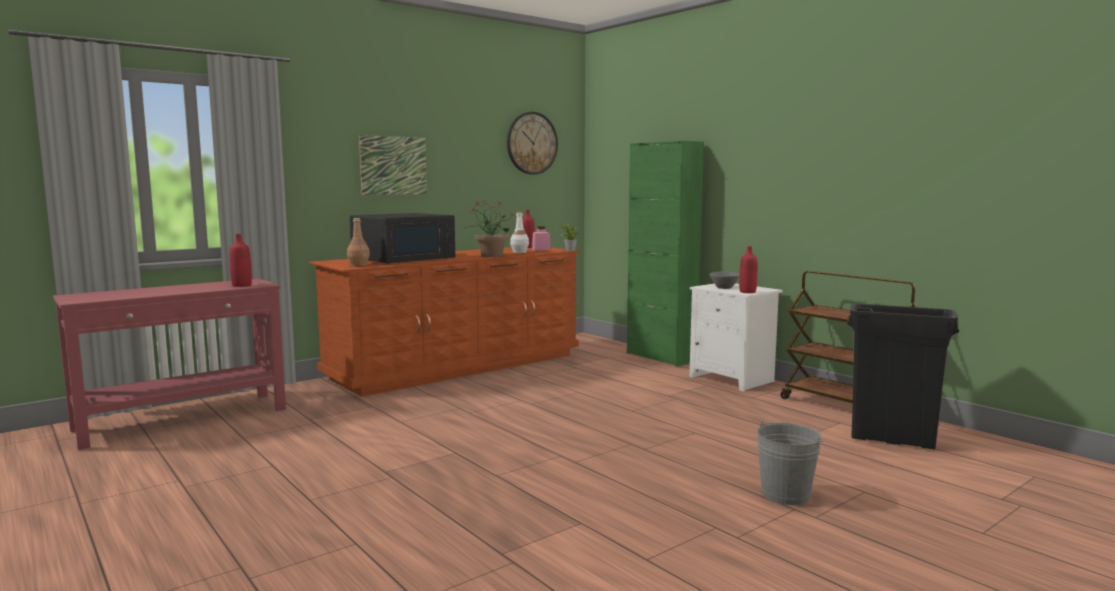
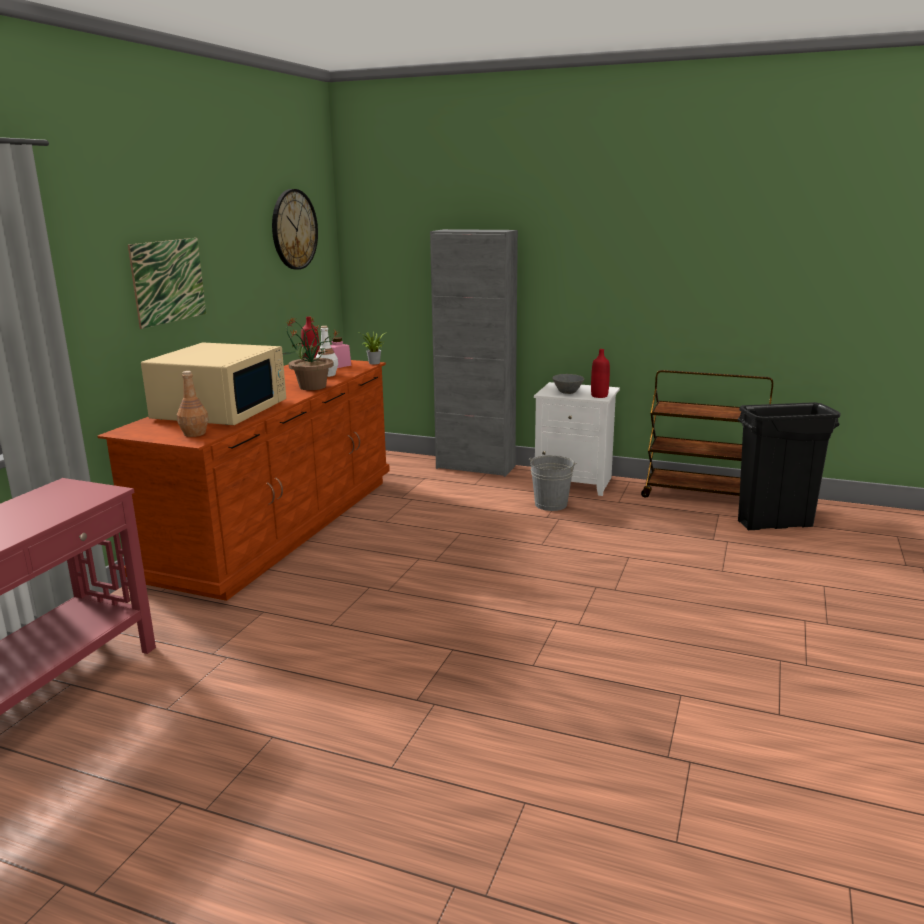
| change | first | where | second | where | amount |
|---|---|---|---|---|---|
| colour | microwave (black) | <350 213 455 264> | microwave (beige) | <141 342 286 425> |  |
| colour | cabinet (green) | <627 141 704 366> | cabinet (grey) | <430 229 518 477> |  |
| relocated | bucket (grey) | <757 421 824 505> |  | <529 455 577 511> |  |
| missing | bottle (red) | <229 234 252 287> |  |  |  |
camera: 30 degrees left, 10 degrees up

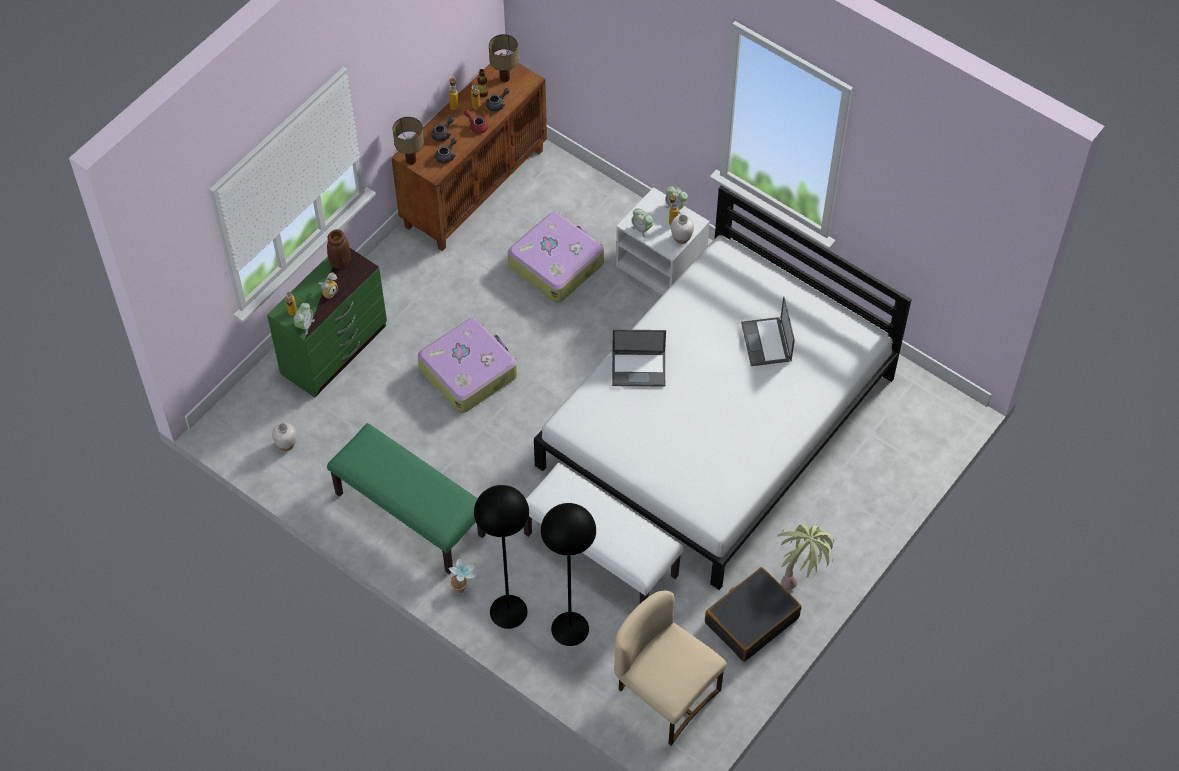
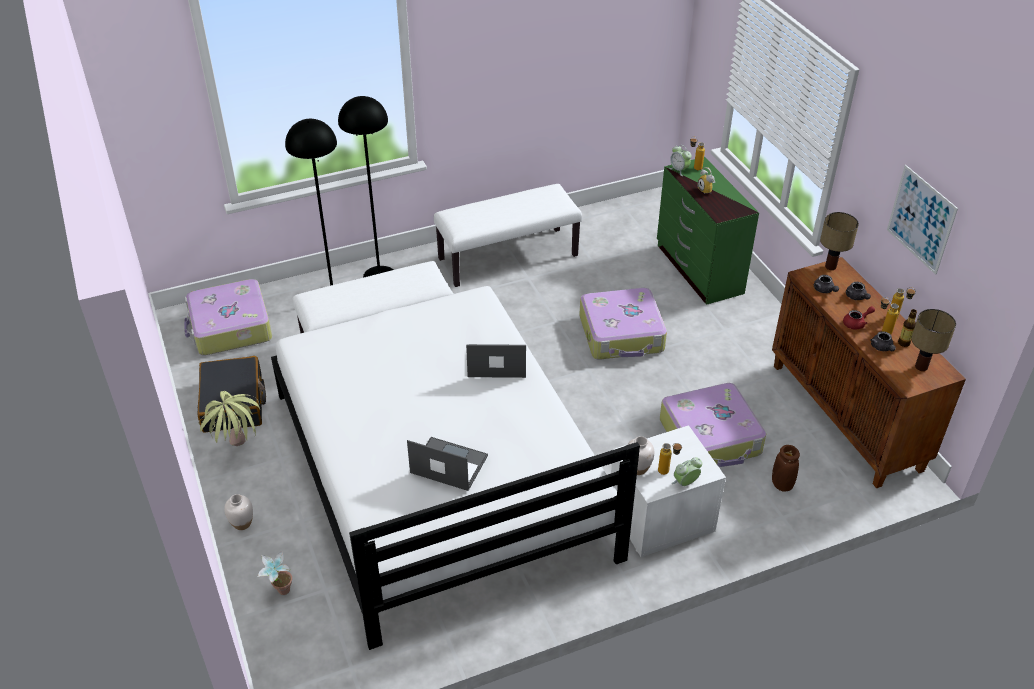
| change | first | where | second | where | amount |
|---|---|---|---|---|---|
| exchanged | chair (beige) | <614 591 727 746> | suitcase | <184 279 272 355> |  |
| relocated | vase (white) | <272 423 296 451> |  | <224 494 253 530> |  |
| relocated | potted plant | <448 558 477 594> |  | <258 551 292 595> |  |
| colour | bench (green) | <327 423 486 574> | bench (white) | <434 184 582 287> |  |
| spun | laptop | <612 329 666 387> |  | <466 344 526 378> | 60 degrees clockwise |
| relocated | vase (brown) | <327 229 351 269> |  | <772 445 800 492> |  |
| appeared |  |  | picture | <887 165 958 275> |  |
| missing | alarm clock | <631 208 653 238> |  |  |  |
camera: 120 degrees right, 15 degrees down

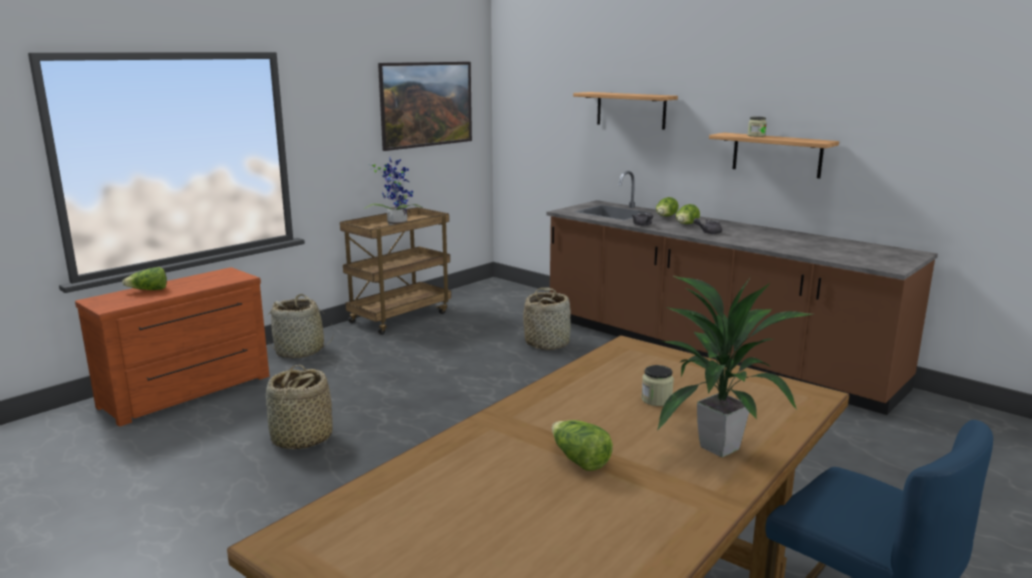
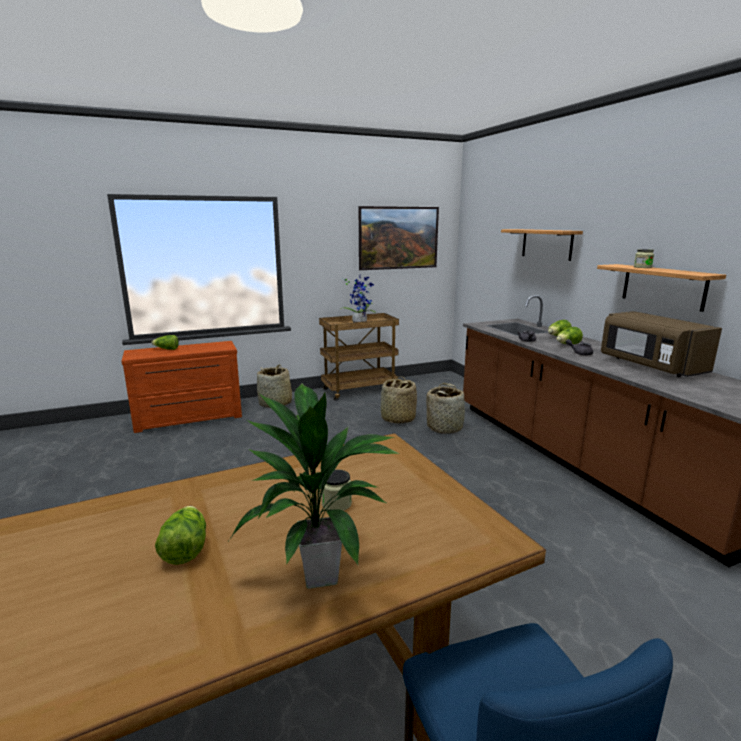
| change | first | where | second | where | amount |
|---|---|---|---|---|---|
| relocated | basket | <266 365 333 449> |  | <381 376 417 424> |  |
| appeared |  |  | microwave (brown) | <601 311 722 377> |  |
camera: 25 degrees right, 0 degrees up

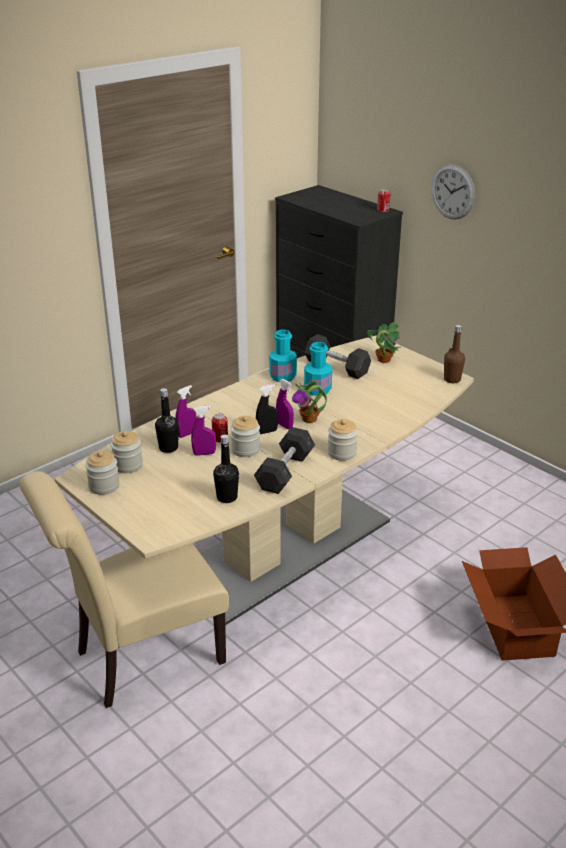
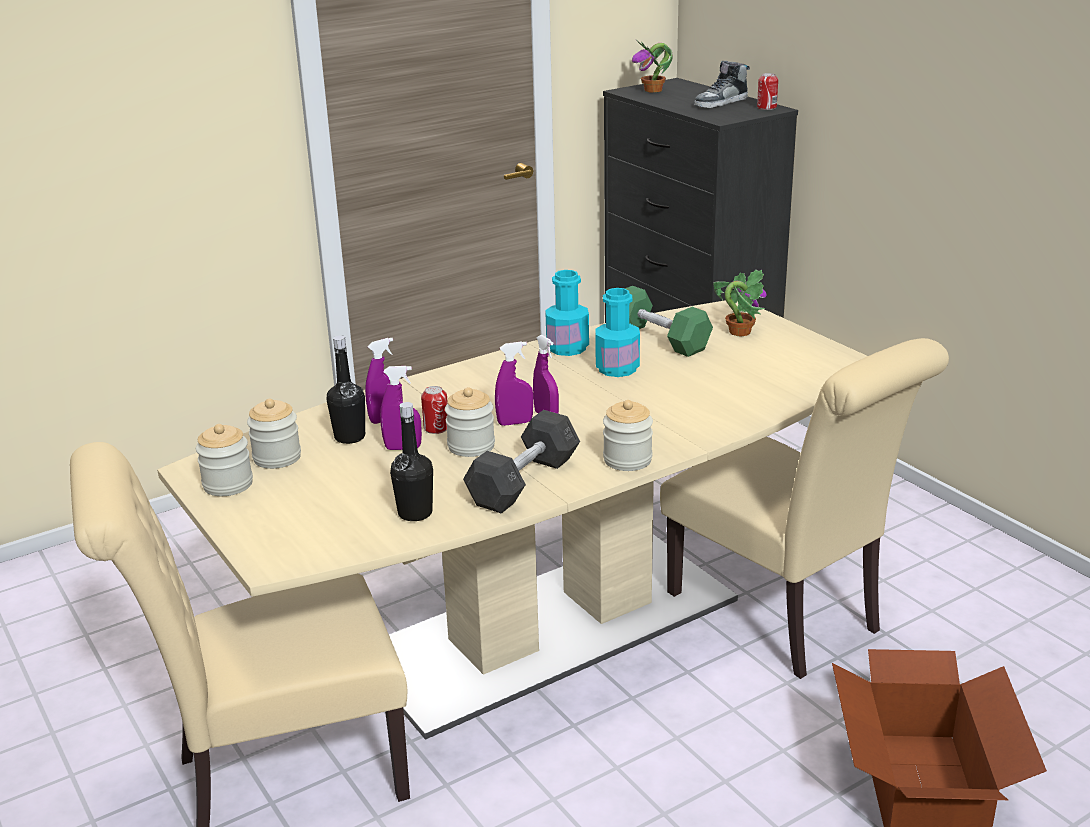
| change | first | where | second | where | amount |
|---|---|---|---|---|---|
| colour | spray bottle (black) | <256 384 278 434> | spray bottle (purple) | <495 341 533 426> |  |
| colour | dumbbell (grey) | <305 334 371 379> | dumbbell (green) | <625 286 713 357> |  |
| relocated | potted plant | <292 381 327 423> |  | <632 40 672 93> |  |
| appeared |  |  | chair (beige) | <660 338 949 679> |  |
| appeared |  |  | shoe | <694 61 750 108> |  |
| missing | wall clock | <431 164 475 220> |  |  |  |
| missing | bottle (brown) | <444 325 465 383> |  |  |  |
camera: 10 degrees right, 5 degrees down

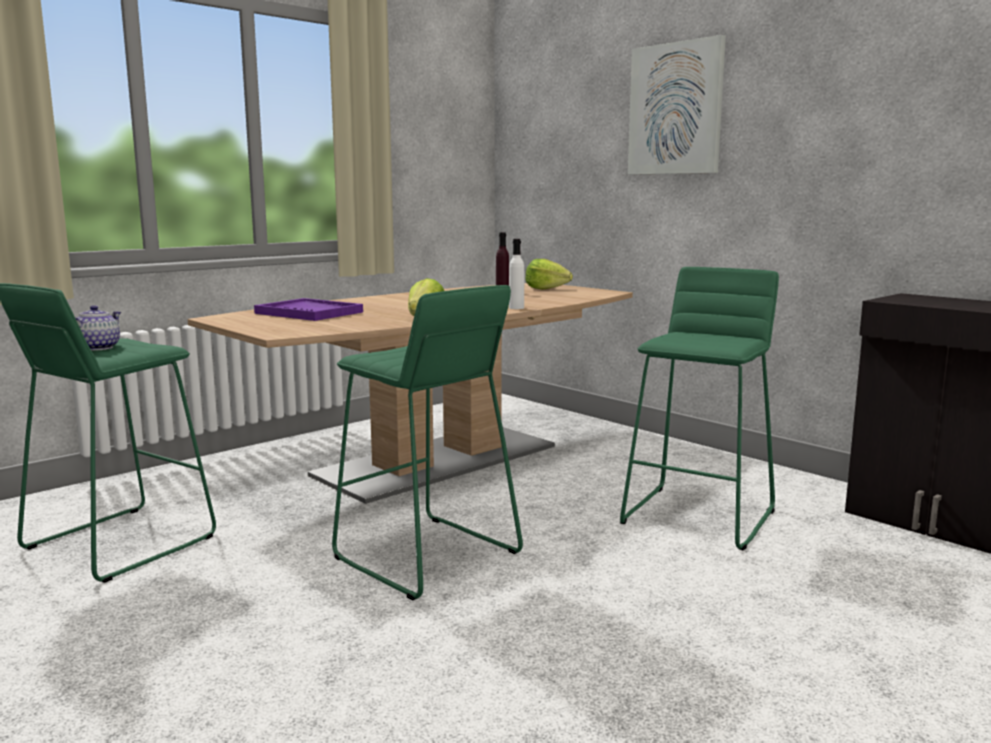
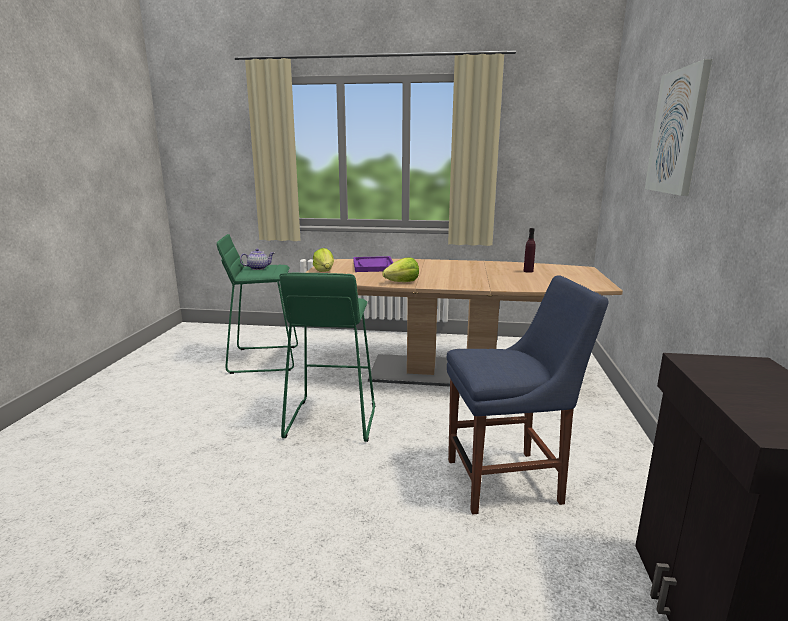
| change | first | where | second | where | amount |
|---|---|---|---|---|---|
| relocated | lettuce | <526 259 573 290> |  | <313 248 334 272> |  |
| exchanged | stool (green) | <620 267 779 551> | chair (blue) | <447 275 609 515> |  |
| missing | bottle (white) | <509 239 524 309> |  |  |  |
camera: 50 degrees right, 5 degrees up

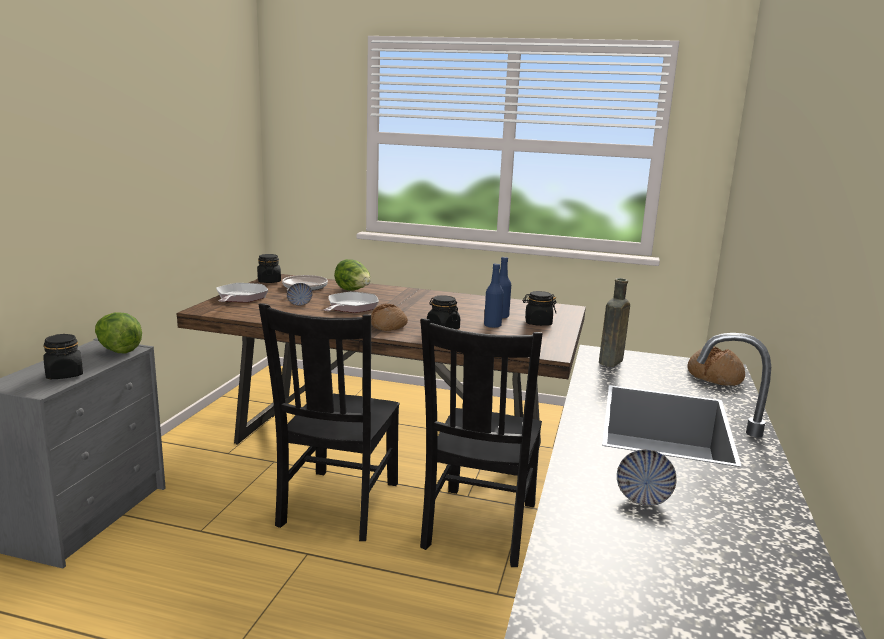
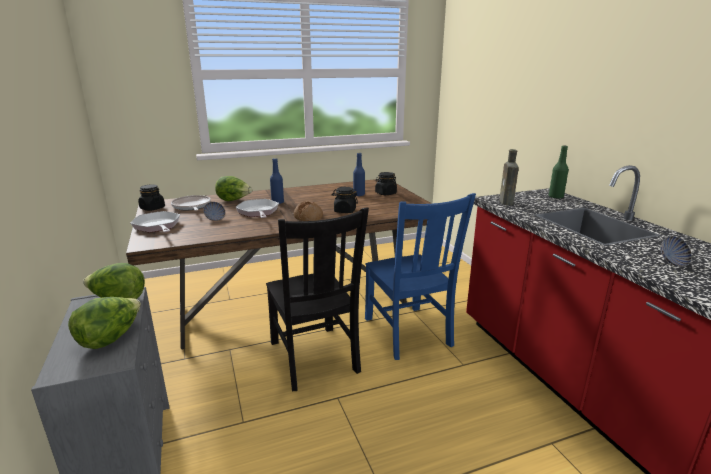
| change | first | where | second | where | amount |
|---|---|---|---|---|---|
| exchanged | jar (black) | <43 334 83 379> | lettuce | <68 297 141 349> |  |
| relocated | bottle (blue) | <484 263 504 328> |  | <270 158 284 204> |  |
| colour | chair (black) | <420 318 542 567> | chair (blue) | <365 193 476 360> |  |
| exchanged | bread | <688 347 745 386> | bottle (green) | <549 146 569 199> |  |
camera: 35 degrees left, 5 degrees up

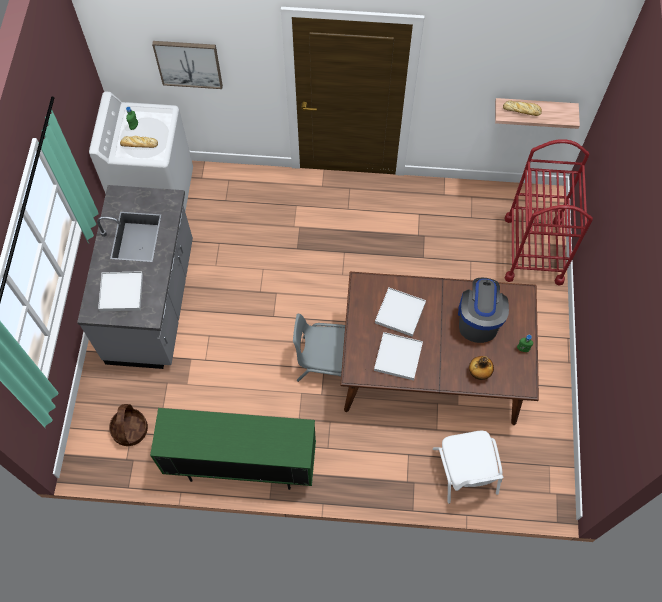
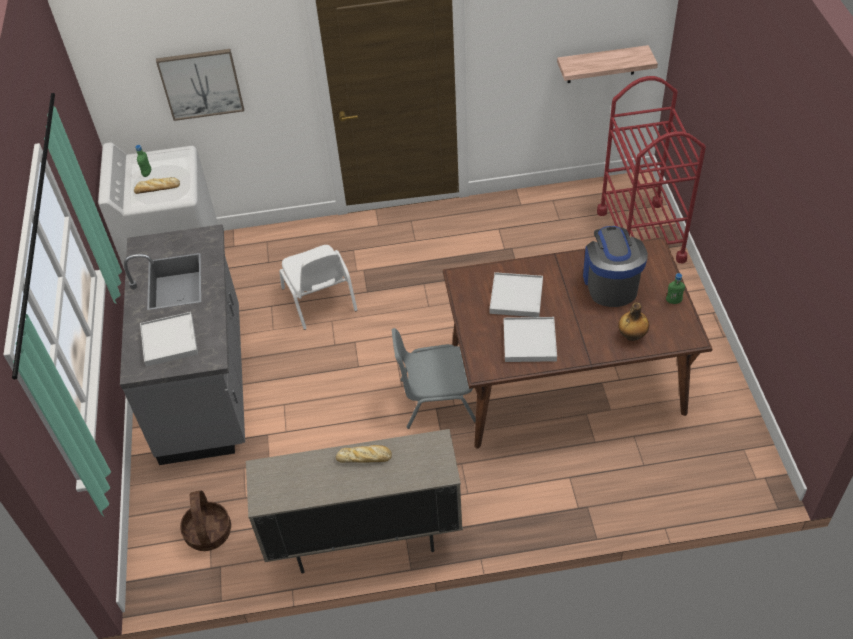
| change | first | where | second | where | amount |
|---|---|---|---|---|---|
| colour | cabinet (green) | <150 408 316 490> | cabinet (beige) | <246 429 463 574> |  |
| relocated | chair (white) | <433 431 504 504> |  | <279 245 357 330> |  |
| relocated | bread | <503 100 542 116> |  | <336 445 392 463> |  |
camera: 10 degrees left, 15 degrees down

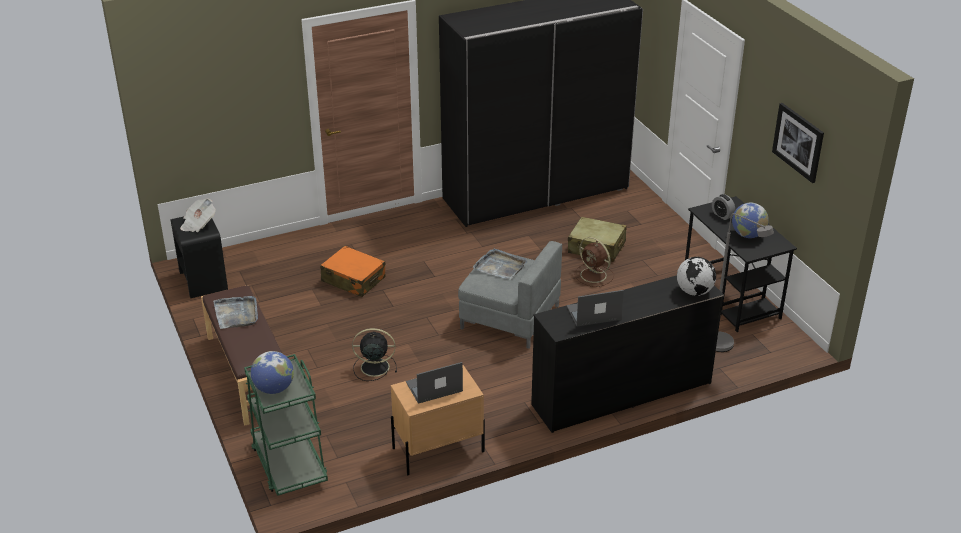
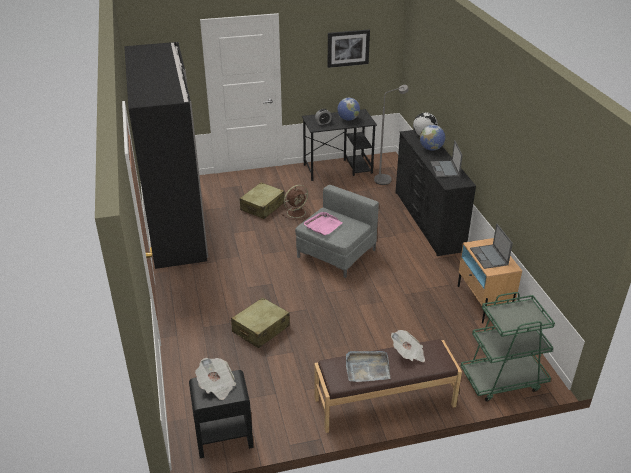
| change | first | where | second | where | amount |
|---|---|---|---|---|---|
| colour | suitcase (orange) | <320 246 385 297> | suitcase (beige) | <231 297 290 348> |  |
| colour | tray (grey) | <473 248 527 280> | tray (pink) | <304 212 343 235> |  |
| appeared |  |  | newspaper | <391 330 425 362> |  |
| relocated | globe | <251 351 294 394> |  | <420 125 445 151> |  |
| missing | fan (black) | <352 328 397 381> |  |  |  |
camera: 80 degrees left, 0 degrees up

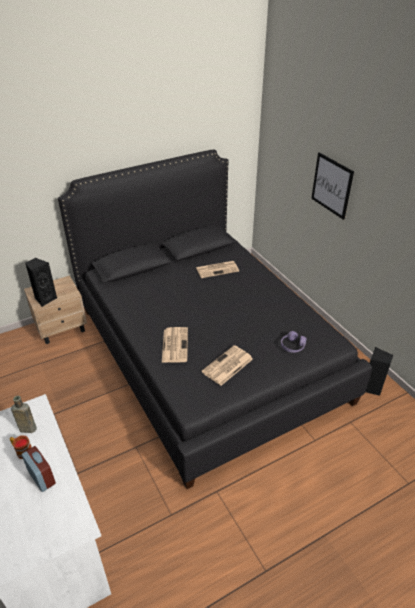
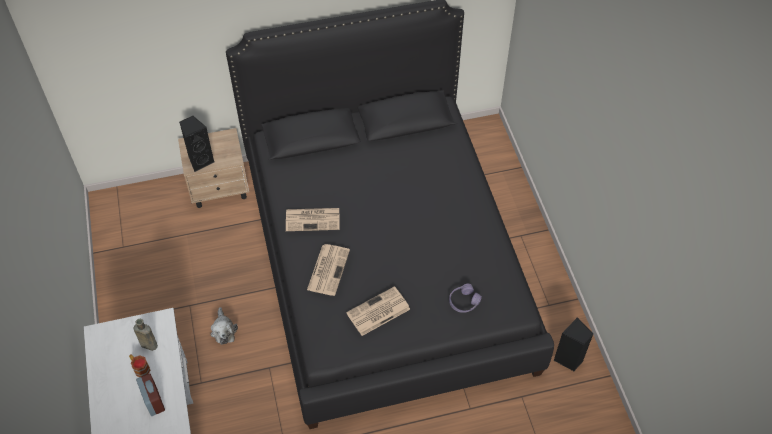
| change | first | where | second | where | amount |
|---|---|---|---|---|---|
| appeared |  |  | plush toy | <211 307 238 345> |  |
| relocated | newspaper | <196 261 239 278> |  | <286 208 339 231> |  |
| missing | picture | <311 152 354 220> |  |  |  |
camera: 15 degrees right, 15 degrees up

